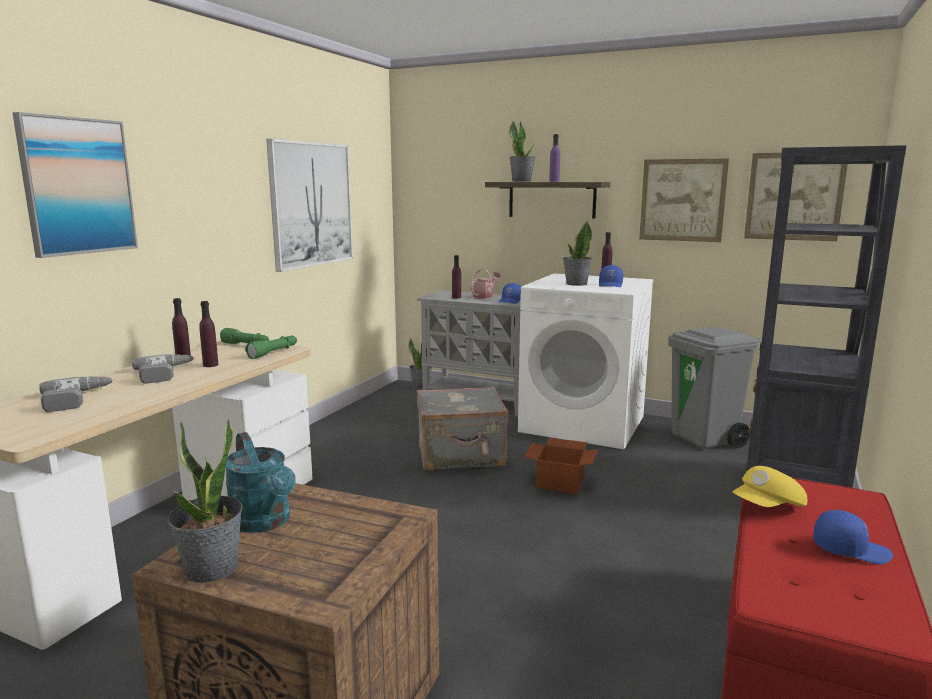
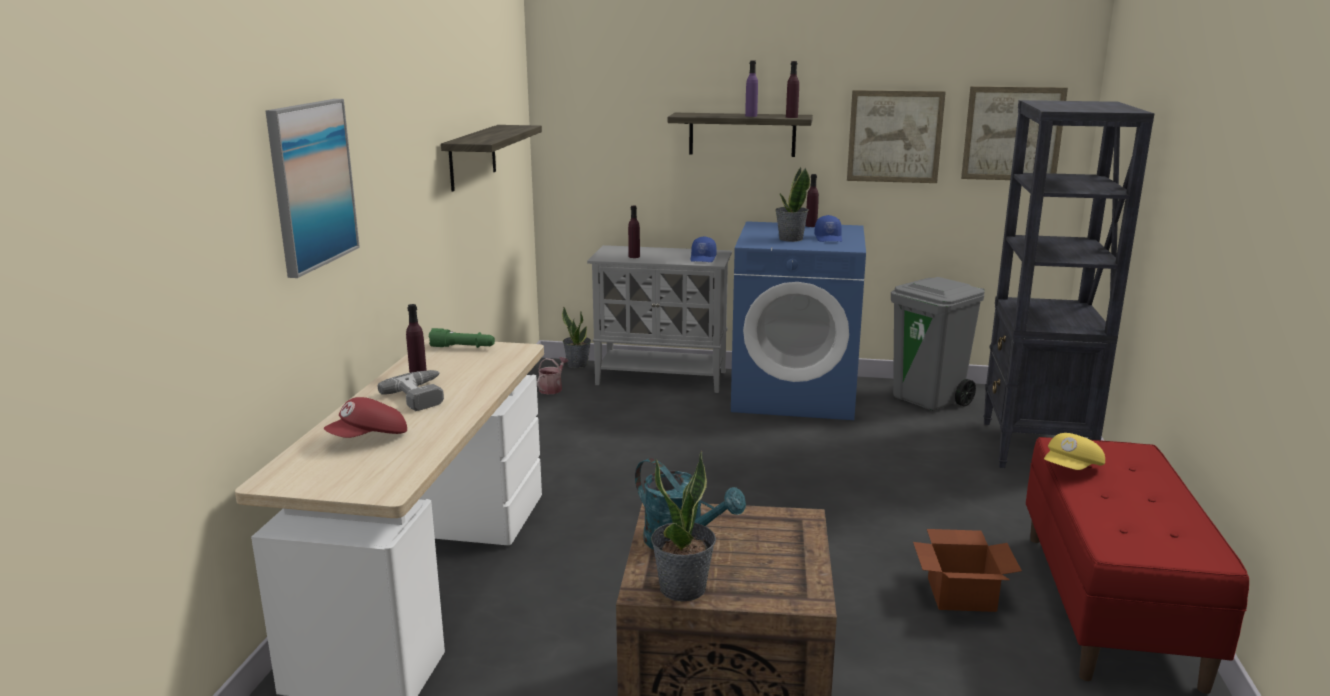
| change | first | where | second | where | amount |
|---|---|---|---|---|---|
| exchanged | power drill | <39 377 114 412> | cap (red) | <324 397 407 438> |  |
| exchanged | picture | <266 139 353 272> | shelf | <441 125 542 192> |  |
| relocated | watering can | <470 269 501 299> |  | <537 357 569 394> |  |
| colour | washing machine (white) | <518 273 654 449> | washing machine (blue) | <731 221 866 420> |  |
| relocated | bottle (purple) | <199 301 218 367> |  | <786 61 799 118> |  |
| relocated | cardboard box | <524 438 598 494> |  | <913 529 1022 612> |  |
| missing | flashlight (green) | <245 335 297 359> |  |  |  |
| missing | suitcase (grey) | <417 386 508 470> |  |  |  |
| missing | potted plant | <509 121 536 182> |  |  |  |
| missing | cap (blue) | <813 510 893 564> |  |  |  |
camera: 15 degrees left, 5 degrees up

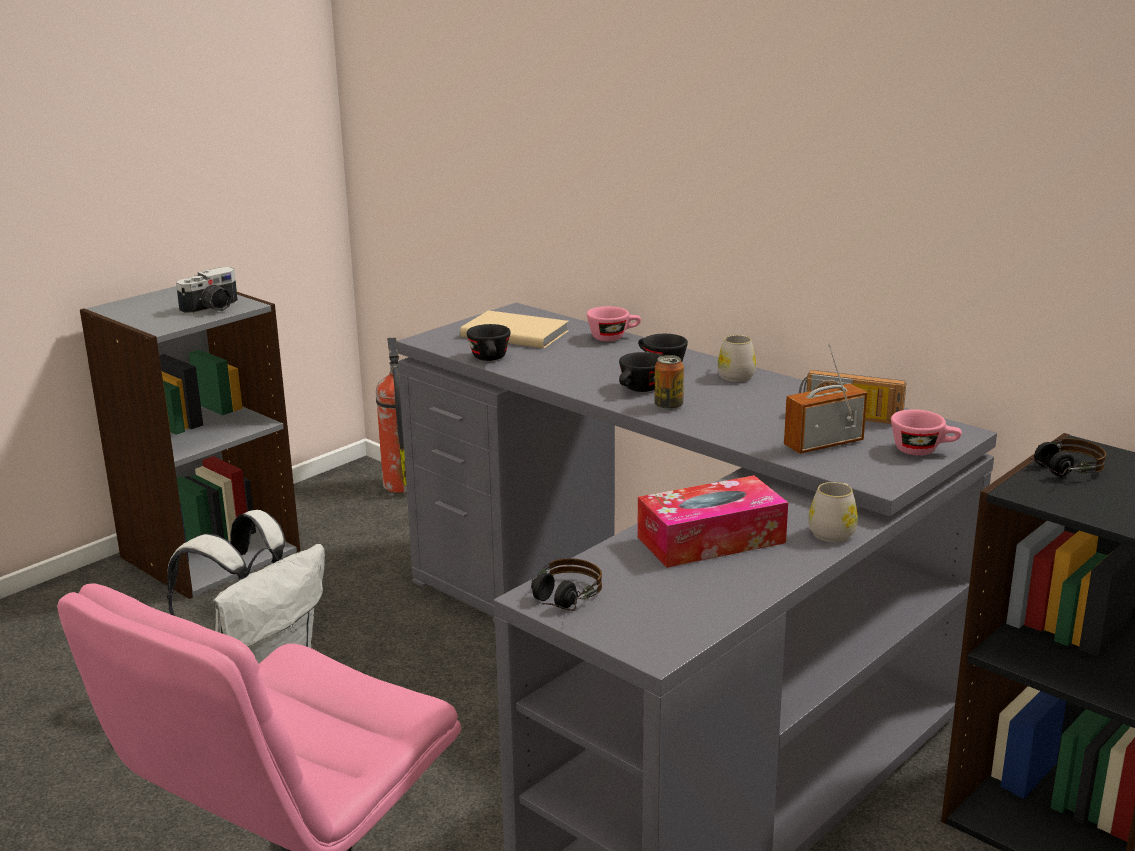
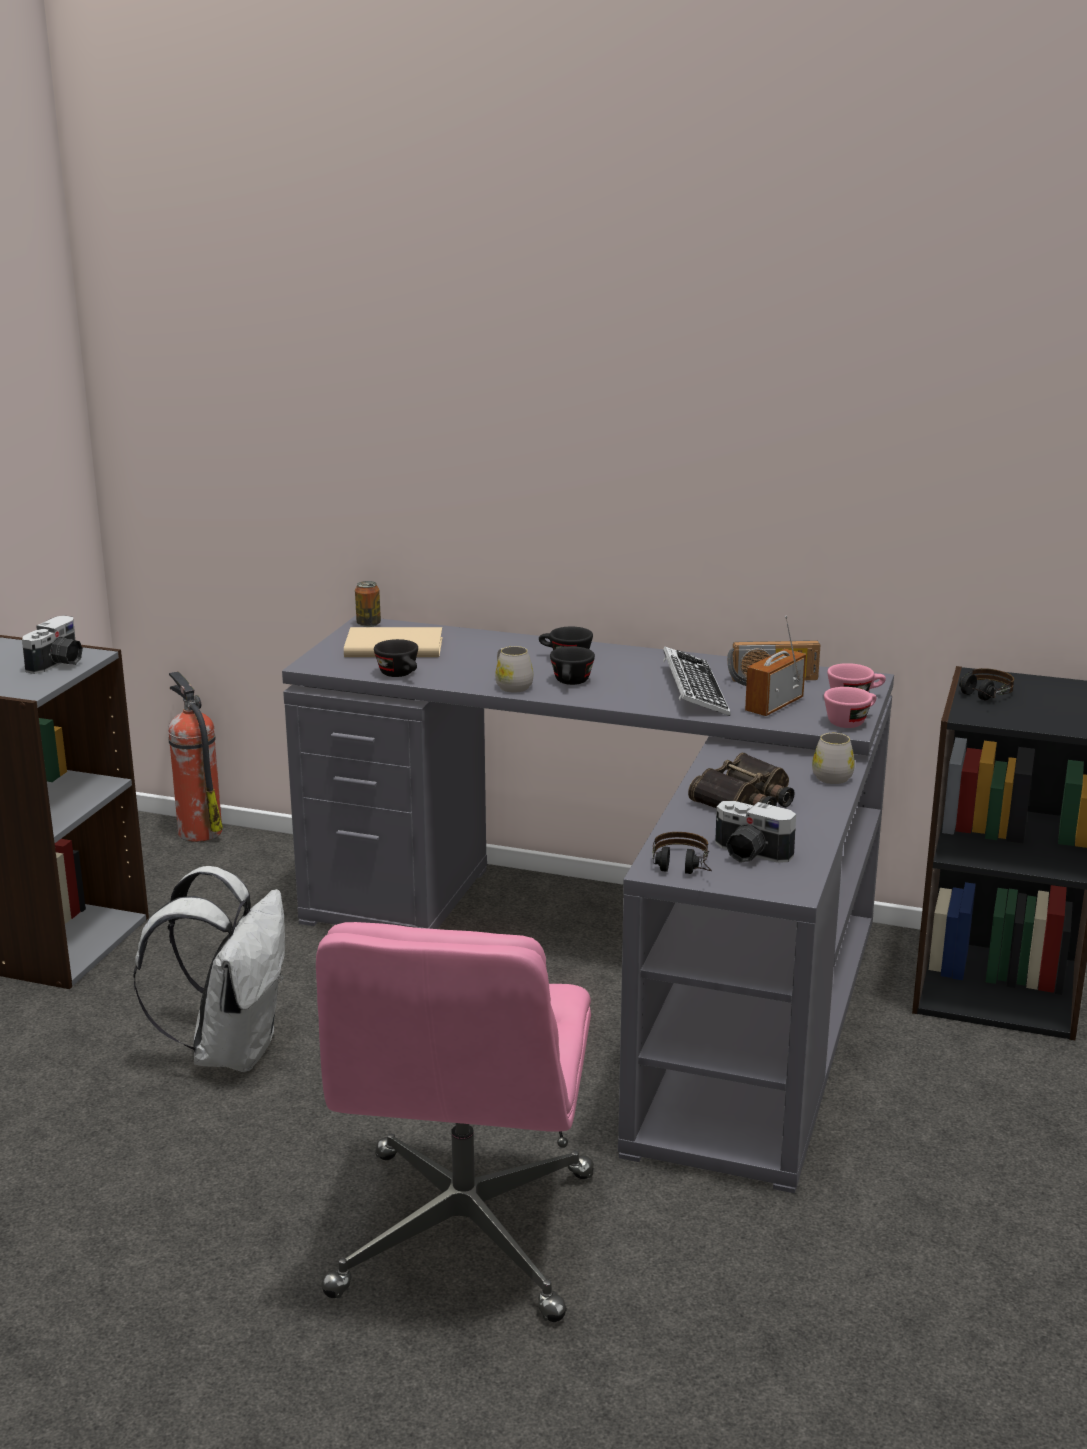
| change | first | where | second | where | amount |
|---|---|---|---|---|---|
| relocated | can | <655 355 684 410> |  | <355 581 381 627> |  |
| relocated | mug (white) | <717 335 756 382> |  | <495 646 533 693> |  |
| appeared |  |  | keyboard | <663 646 731 716> |  |
| exchanged | tissue box | <637 475 788 568> | binoculars | <688 753 795 808> |  |
| appeared |  |  | photo camera | <715 801 796 863> |  |
| relocated | cup (pink) | <587 306 641 341> |  | <824 687 876 728> |  |
camera: 25 degrees left, 0 degrees up

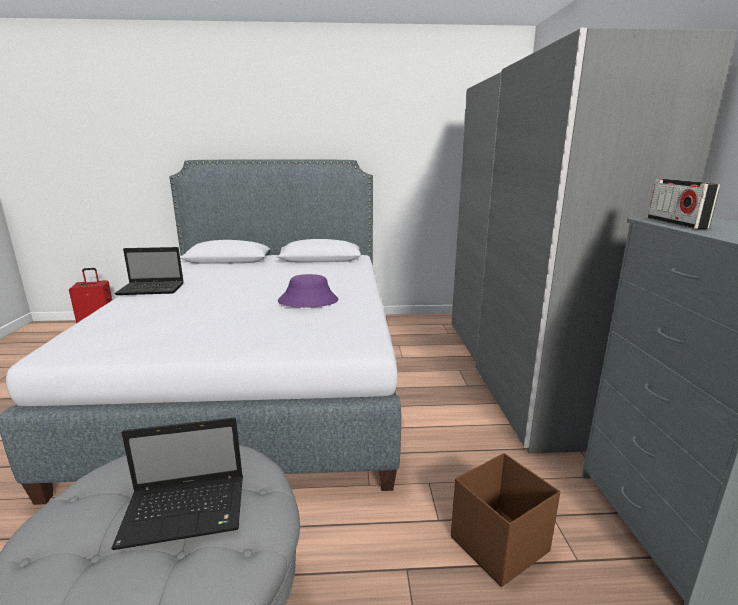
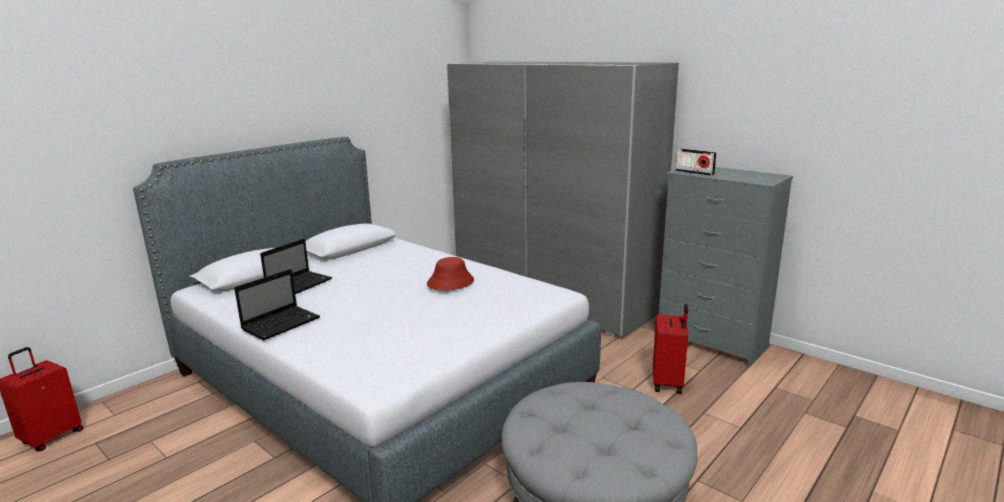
| change | first | where | second | where | amount |
|---|---|---|---|---|---|
| relocated | laptop | <111 417 243 550> |  | <260 239 332 294> |  |
| colour | hat (purple) | <278 274 338 308> | hat (red) | <427 257 474 291> |  |
| exchanged | storage box (brown) | <451 453 560 587> | suitcase (red) | <653 304 688 394> |  |
camera: 45 degrees left, 0 degrees up

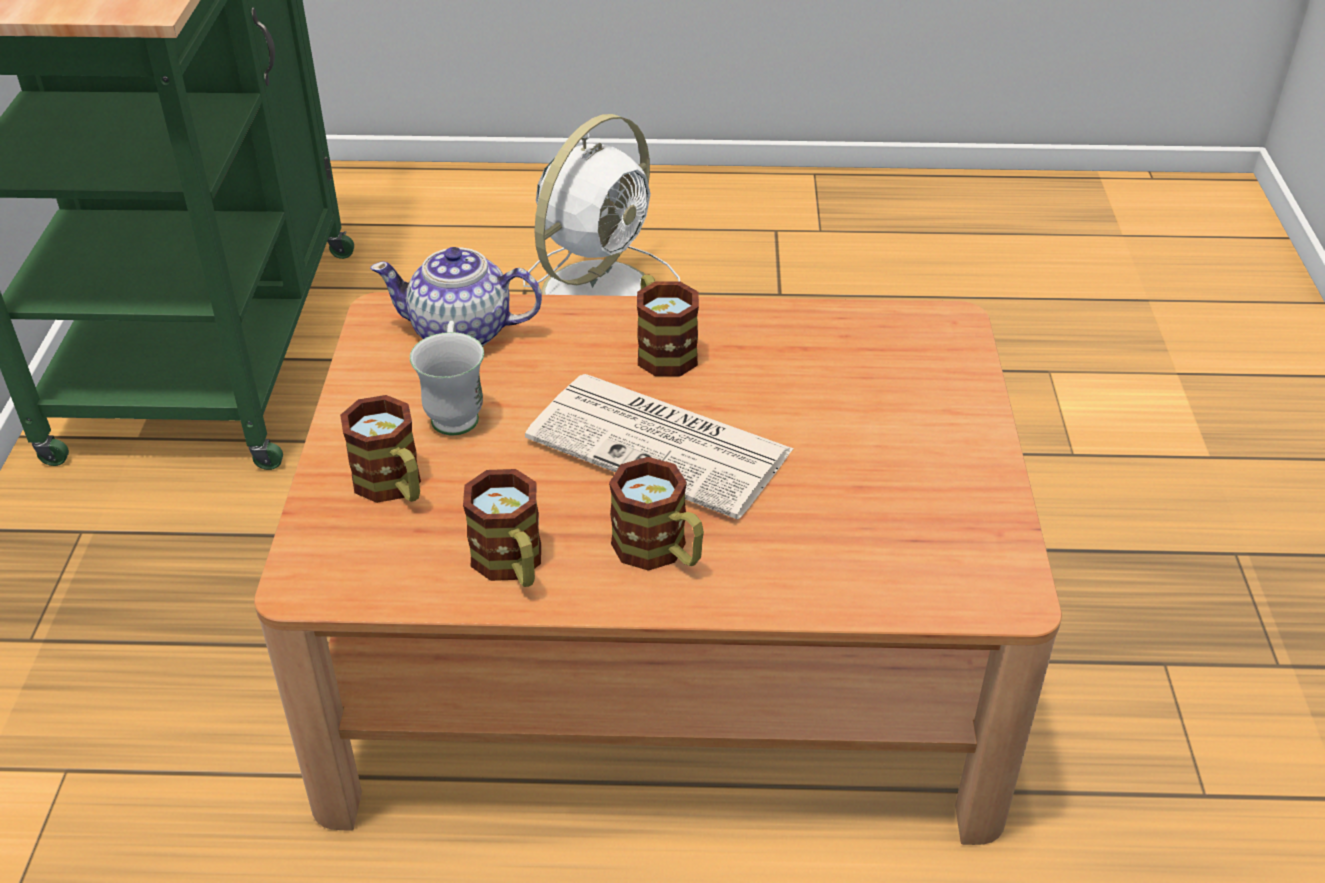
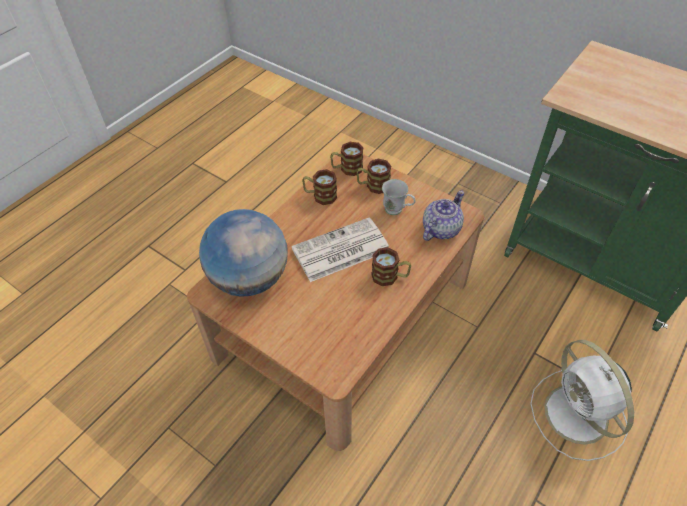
| change | first | where | second | where | amount |
|---|---|---|---|---|---|
| appeared |  |  | globe | <199 209 288 297> |  |
| relocated | mug | <609 457 704 571> |  | <330 142 364 176> |  |
camera: 125 degrees right, 10 degrees up

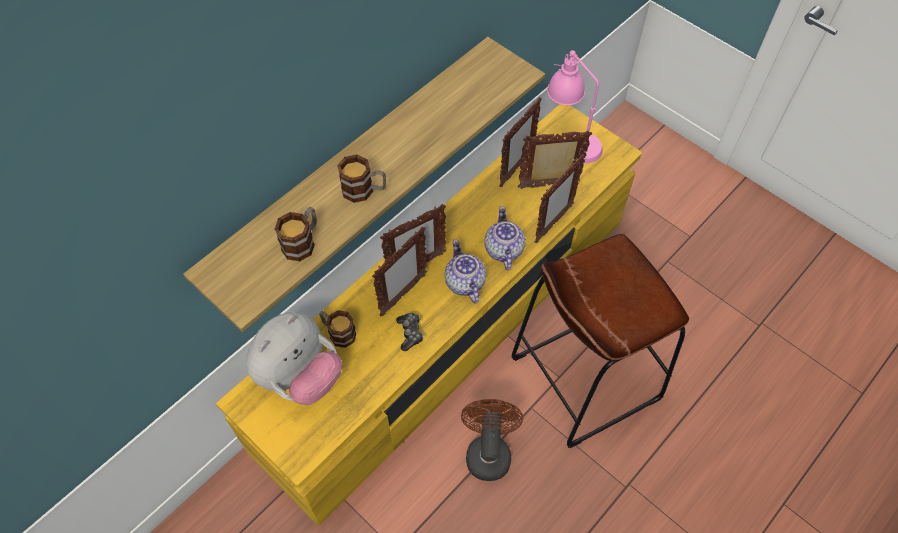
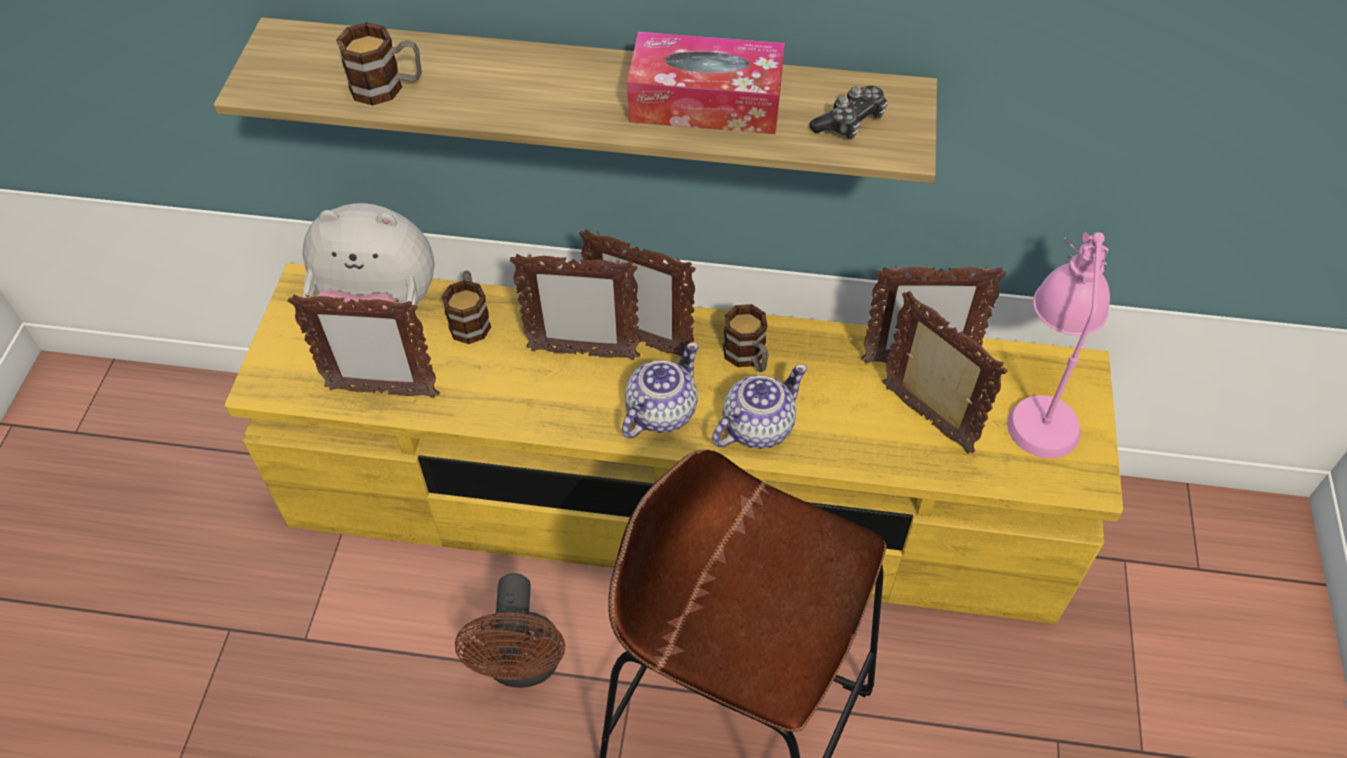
| change | first | where | second | where | amount |
|---|---|---|---|---|---|
| relocated | picture frame | <535 154 585 243> |  | <288 293 440 398> |  |
| spun | fan (brown) | <461 399 523 481> |  | <455 573 565 688> | 120 degrees clockwise |
| appeared |  |  | tissue box | <627 32 785 134> |  |
| relocated | mug | <337 154 386 203> |  | <723 304 768 372> |  |
| relocated | game controller | <396 313 424 351> |  | <809 86 888 139> |  |
camera: 55 degrees right, 5 degrees down

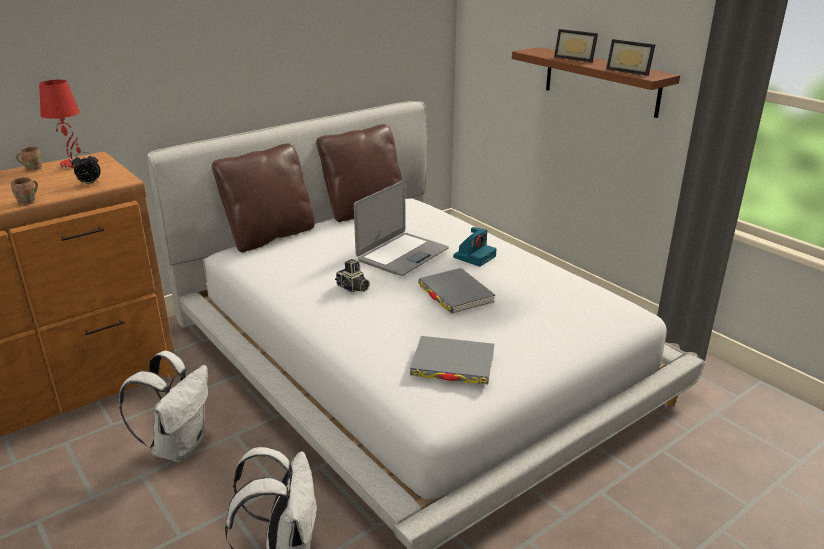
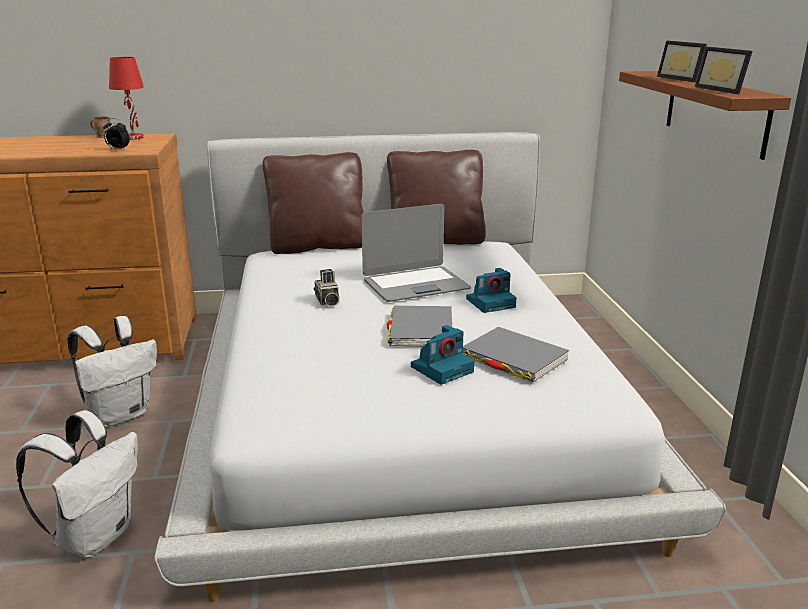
| change | first | where | second | where | amount |
|---|---|---|---|---|---|
| appeared |  |  | photo camera | <411 325 474 385> |  |
| relocated | book (grey) | <410 336 495 384> |  | <463 327 569 383> |  |
| missing | mug (brown) | <11 177 38 205> |  |  |  |
camera: 30 degrees right, 5 degrees down

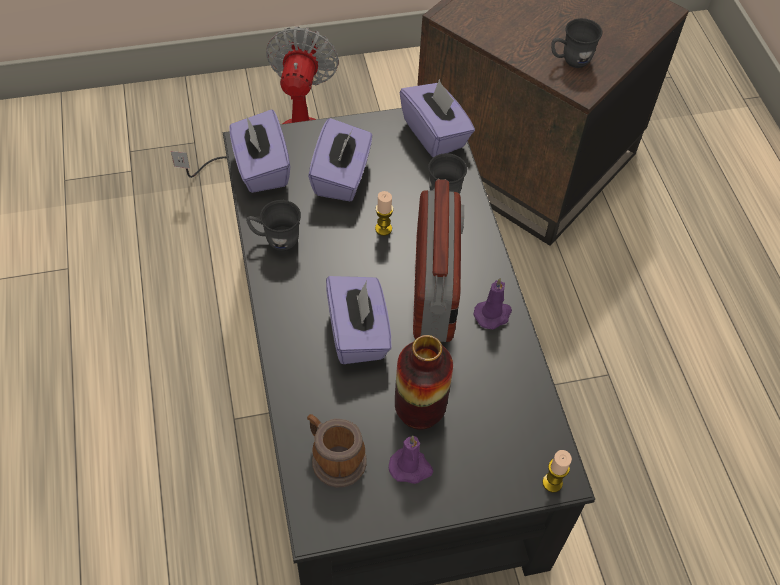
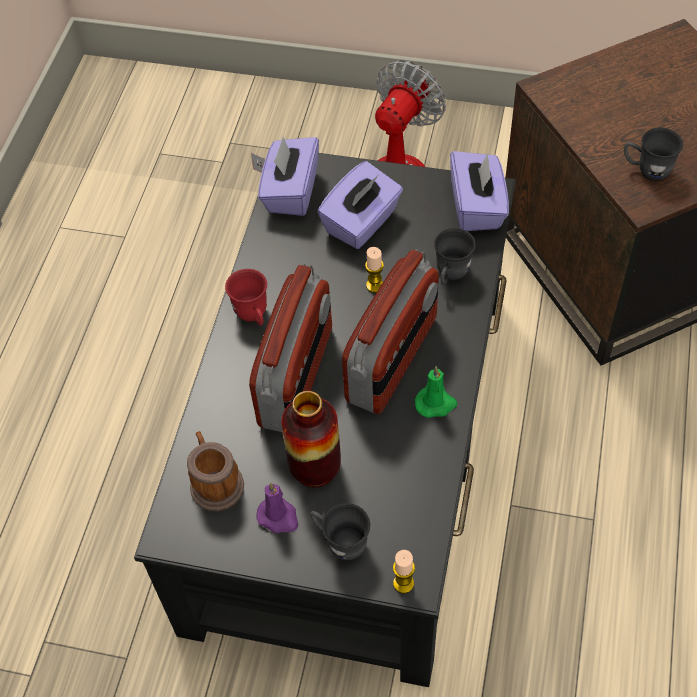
| change | first | where | second | where | amount |
|---|---|---|---|---|---|
| appeared |  |  | mug (red) | <225 269 267 326> |  |
| exchanged | tissue box (purple) | <326 276 391 364> | radio | <249 264 332 432> |  |
| relocated | mug (grey) | <246 200 301 251> |  | <310 503 370 560> |  |
| colour | candle (purple) | <474 278 512 329> | candle (green) | <415 366 458 418> |  |
camera: 30 degrees right, 0 degrees up

